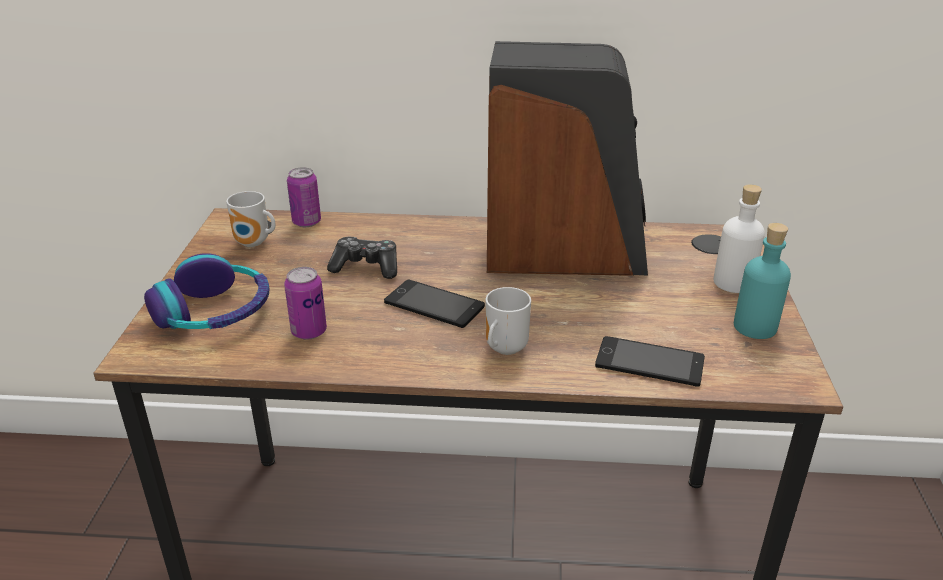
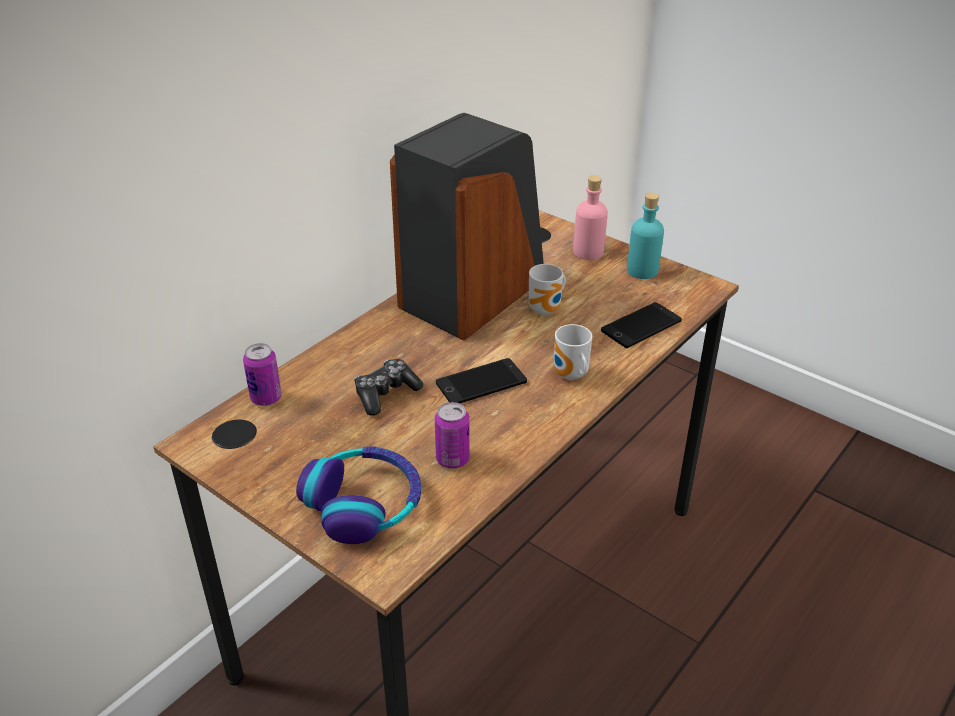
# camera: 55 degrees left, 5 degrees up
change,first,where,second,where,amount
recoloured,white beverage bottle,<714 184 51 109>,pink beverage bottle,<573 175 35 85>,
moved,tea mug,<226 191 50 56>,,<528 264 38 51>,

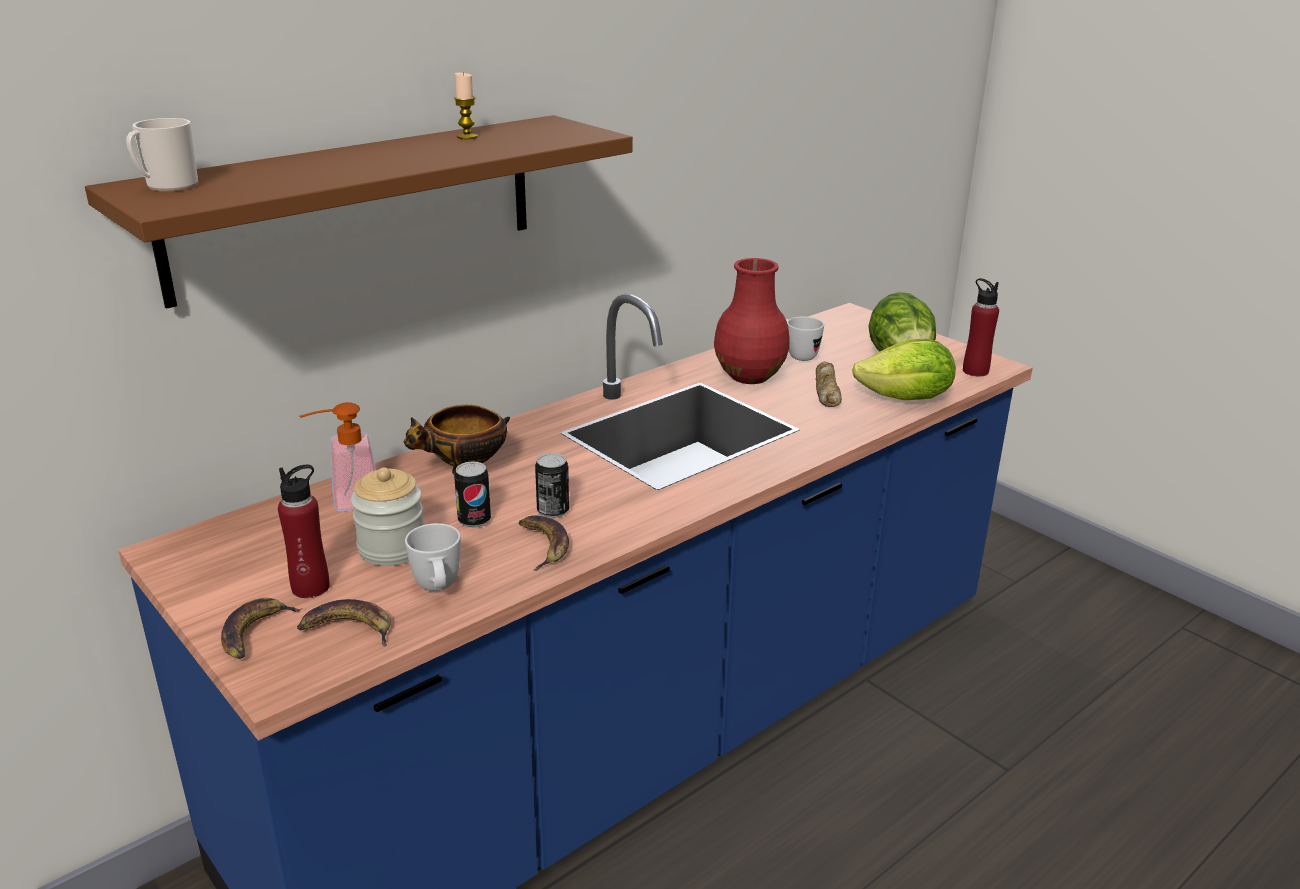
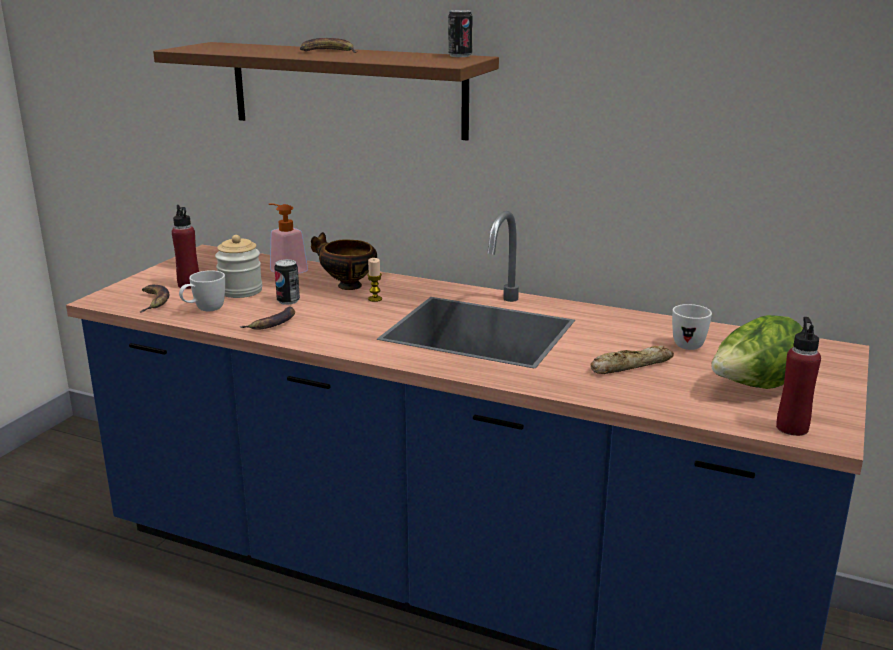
# camera: 65 degrees right, 5 degrees down
change,first,where,second,where,amount
moved,candle,<454 72 24 67>,,<367 258 15 44>,
removed,tea mug,<126 118 72 74>,,,
removed,reddish flower vase,<714 258 76 126>,,,
removed,lettuce head,<852 339 104 61>,,,
moved,sealed can,<535 453 34 65>,,<448 10 25 47>,
moved,whole banana,<221 598 82 61>,,<300 38 57 15>,

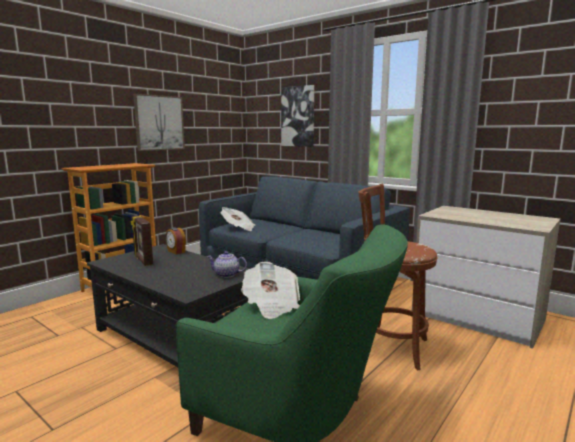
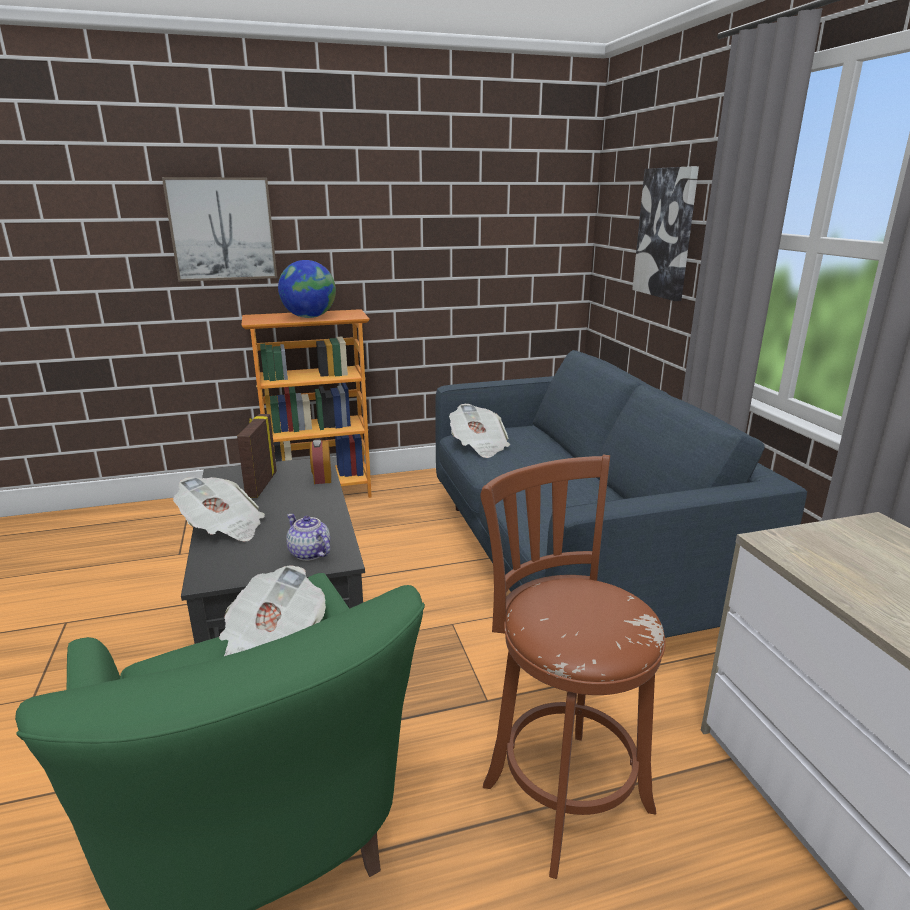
# camera: 35 degrees right, 10 degrees up
change,first,where,second,where,amount
moved,wall picture,<133 94 52 57>,,<162 177 115 105>,
added,,,desk globe,<278 260 58 58>,
added,,,newspaper,<173 477 92 65>,

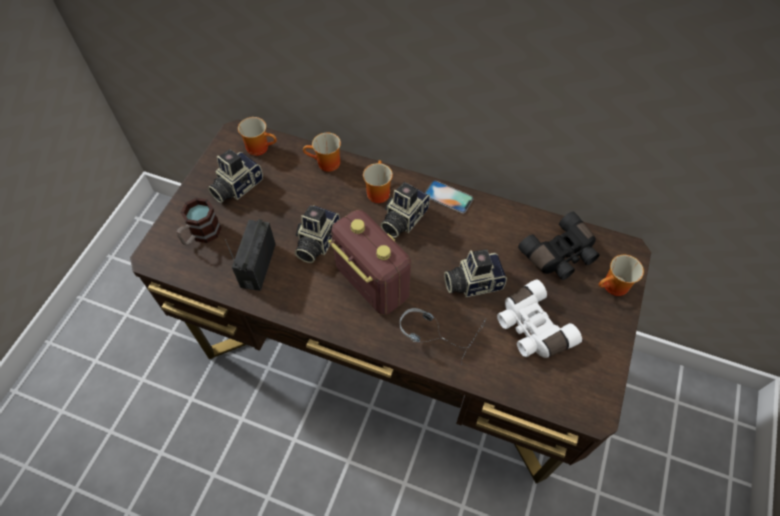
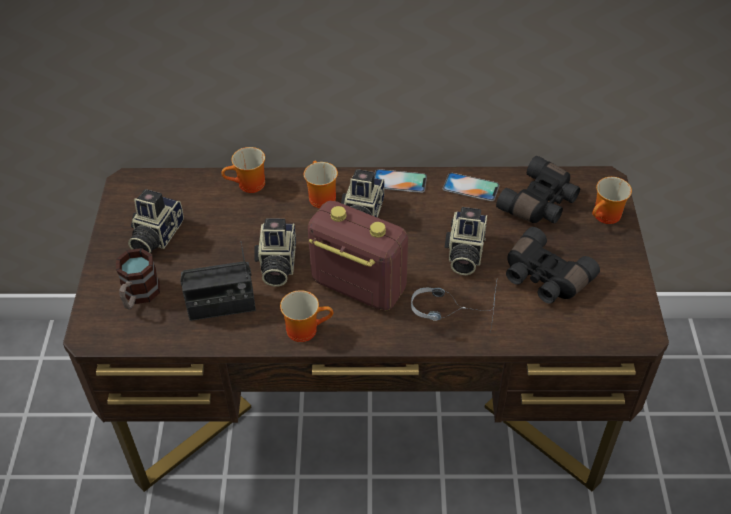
# camera: 20 degrees left, 10 degrees down
change,first,where,second,where,amount
moved,tea mug,<238 117 39 39>,,<280 290 53 52>,
turned,radio,<225 219 51 72>,,<180 241 76 80>,90 degrees counterclockwise
turned,still camera,<444 249 63 48>,,<445 207 42 68>,45 degrees counterclockwise
recoloured,white binoculars,<497 279 85 79>,black binoculars,<506 227 94 77>,
added,,,telephone,<443 173 57 28>,

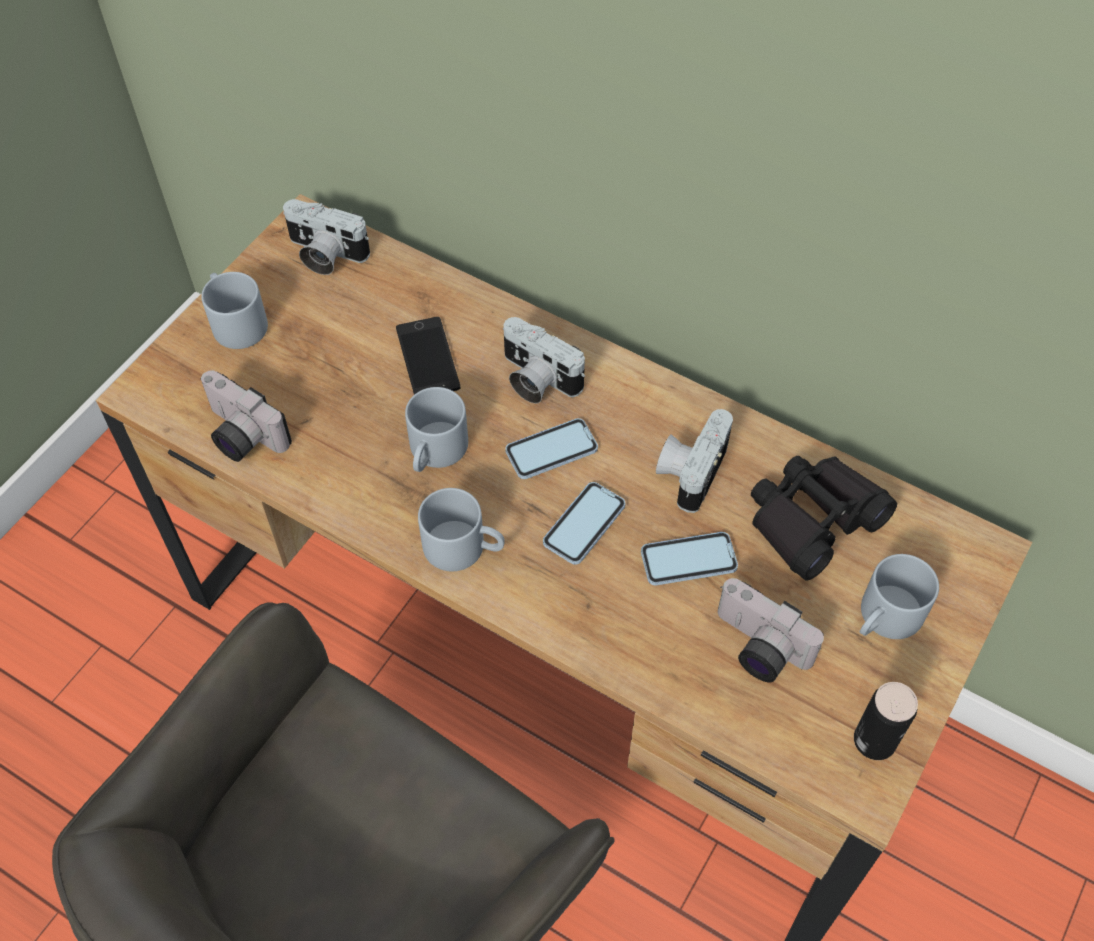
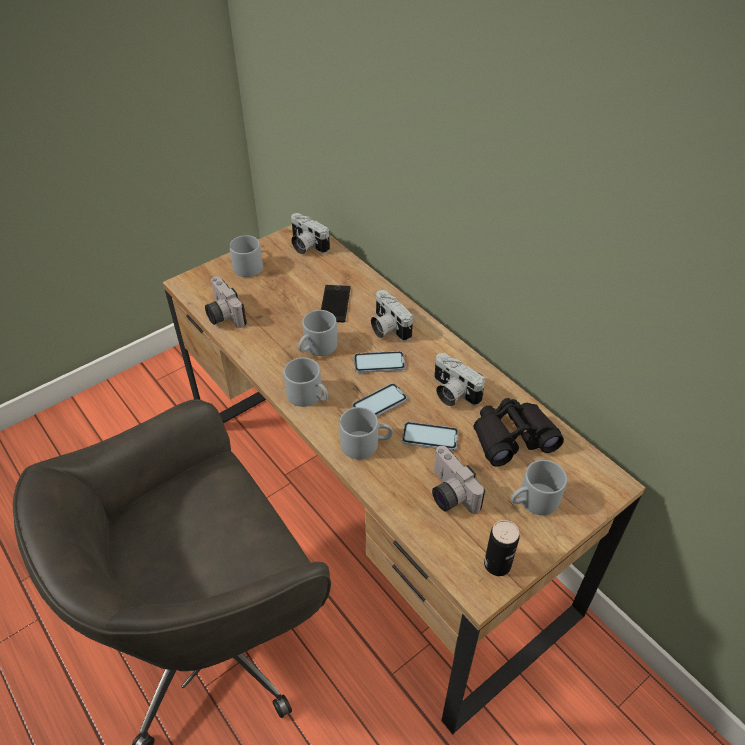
# camera: 20 degrees right, 10 degrees down
change,first,where,second,where,amount
turned,still camera,<656 409 77 104>,,<434 353 51 54>,90 degrees counterclockwise
added,,,gray tea mug,<339 407 54 52>,

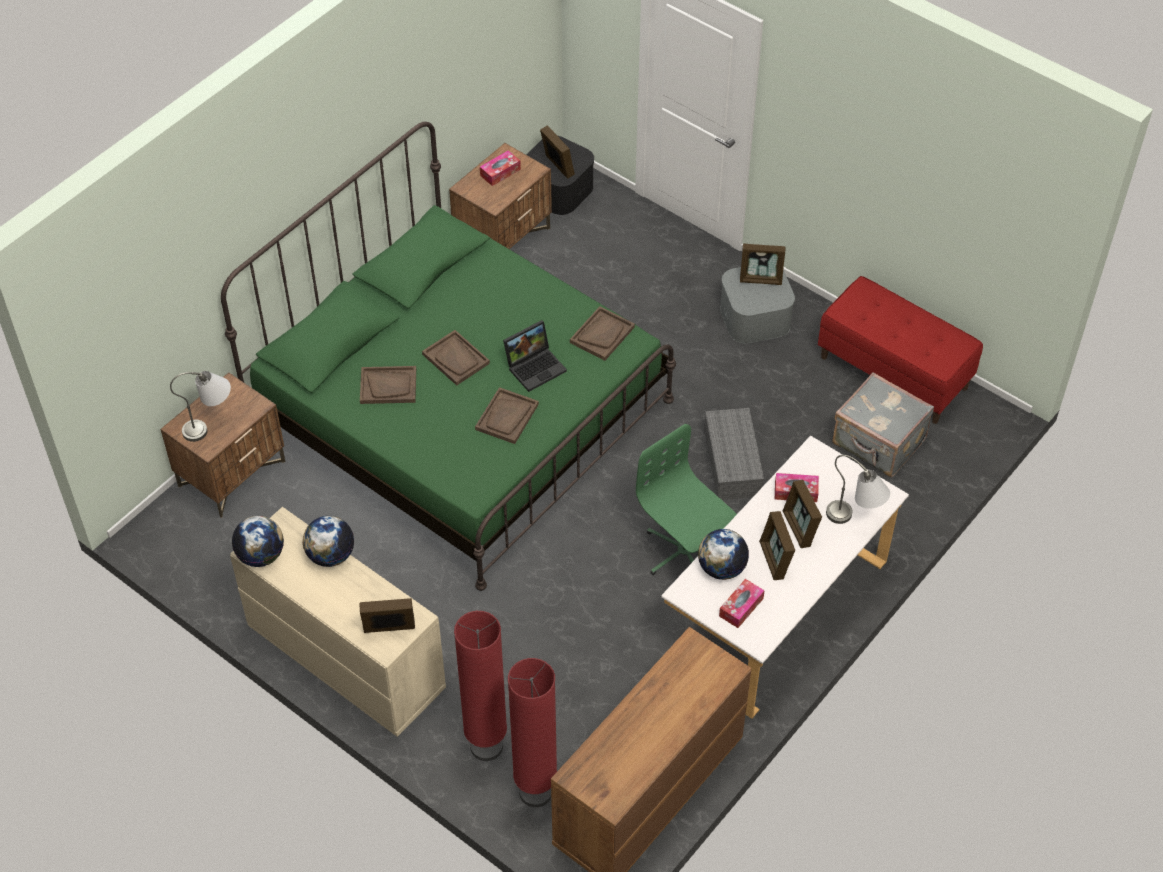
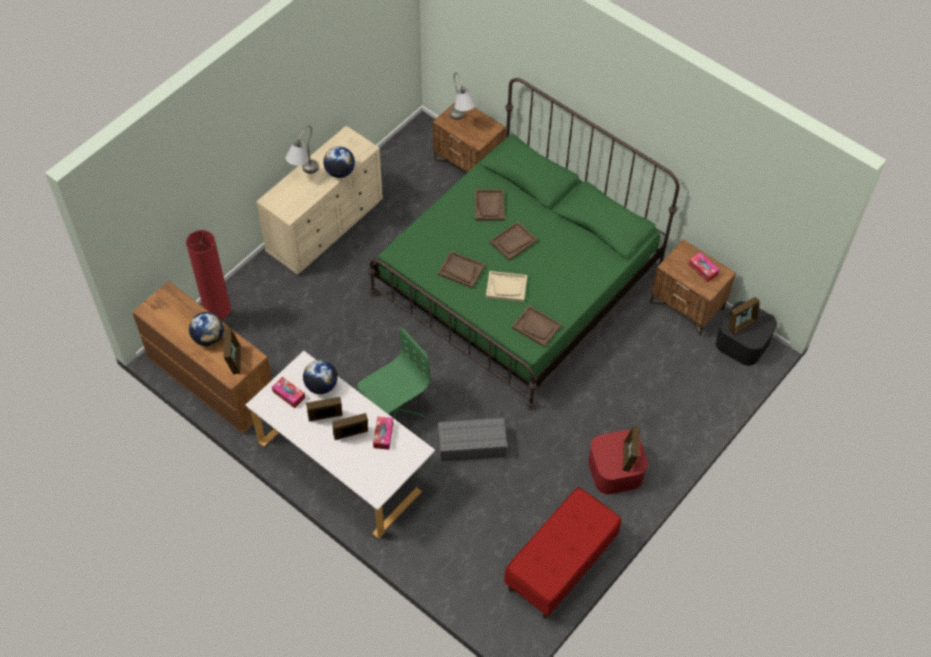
# camera: 90 degrees right, 5 degrees up
change,first,where,second,where,amount
recoloured,gray storage box,<720 267 75 76>,reddish storage box,<588 430 60 64>,
replaced,portable computer,<503 320 64 72>,beige tray,<486 271 41 31>,
removed,gray suitcase,<832 373 102 104>,,,
moved,gray lamp for a table,<826 455 64 69>,,<285 126 34 48>,
moved,desk globe,<232 516 52 51>,,<189 312 35 34>,
moved,photo frame,<359 598 56 35>,,<223 328 18 46>,
removed,reddish floor lamp,<454 611 53 150>,,,

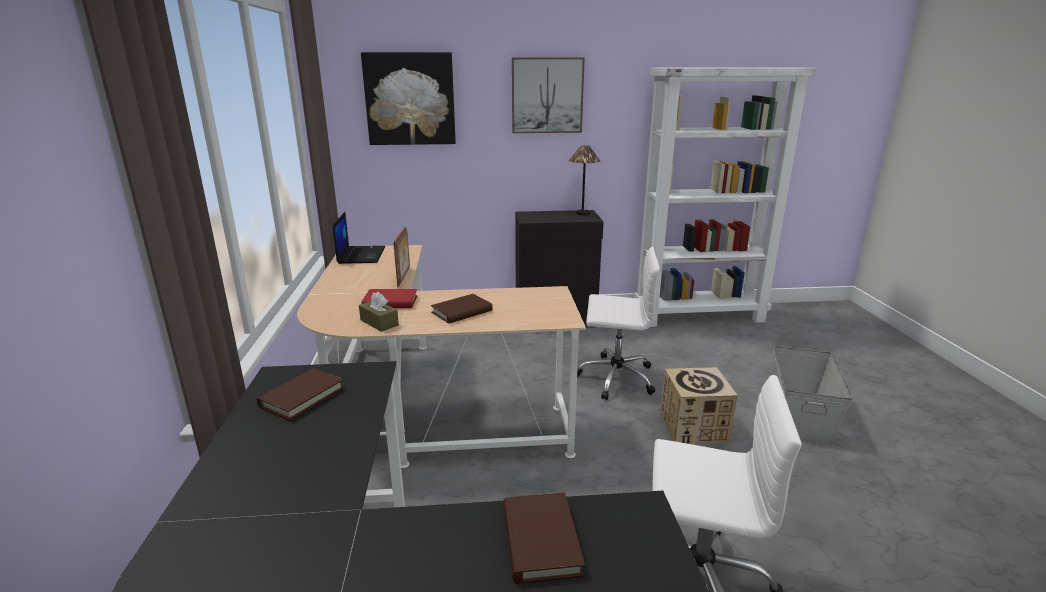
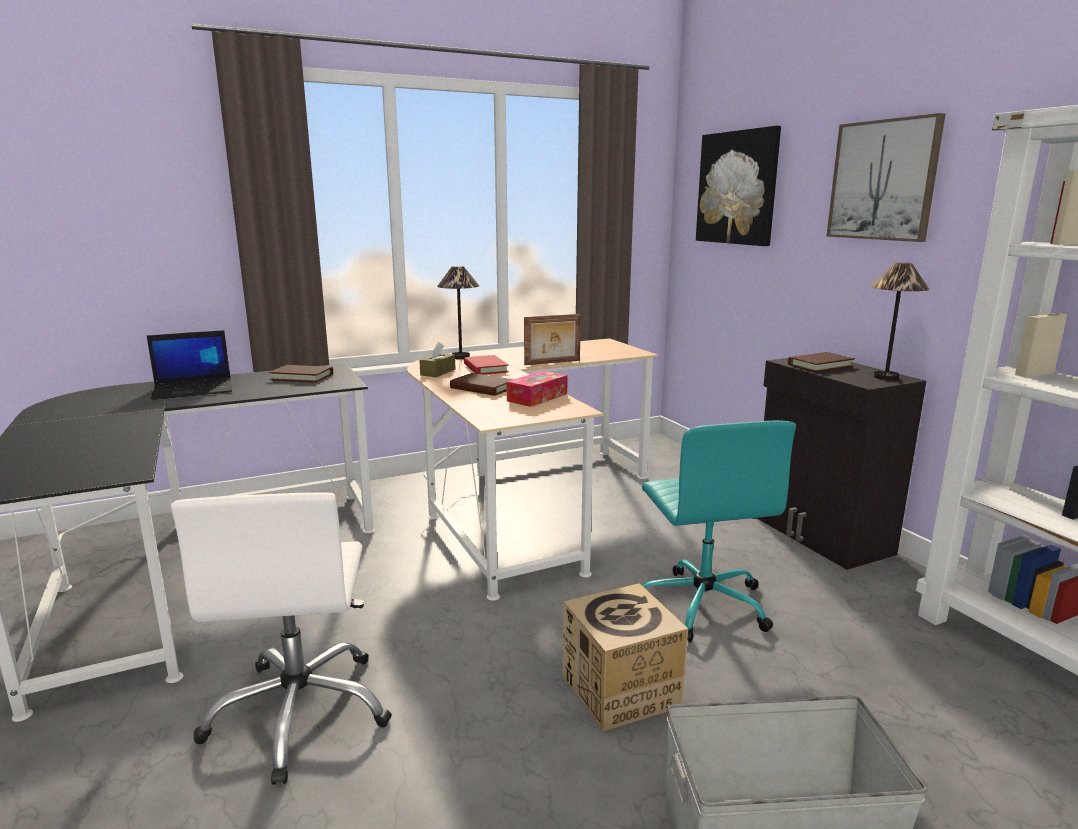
# camera: 70 degrees right, 5 degrees down
change,first,where,second,where,amount
moved,portable computer,<333 212 52 52>,,<147 330 85 70>,
recoloured,white computer chair,<577 247 83 153>,blue-green computer chair,<642 420 154 223>,
moved,brown-coloured bound book,<503 492 82 92>,,<788 352 67 20>,
added,,,lamp for a table,<437 266 42 93>,
added,,,tissue holder,<506 371 62 36>,

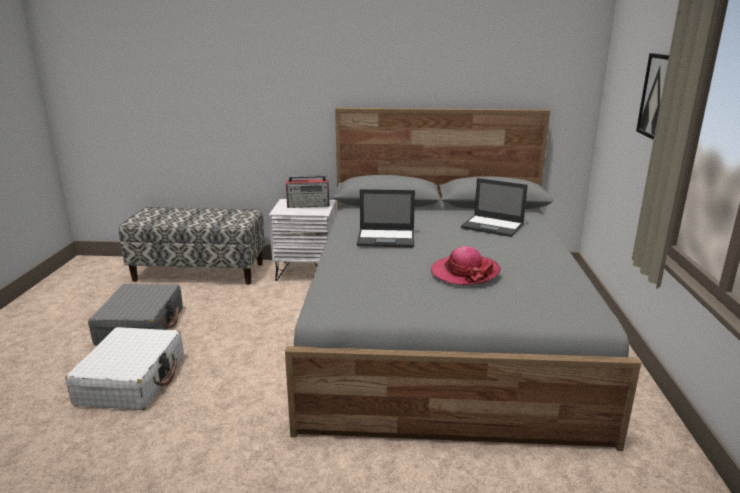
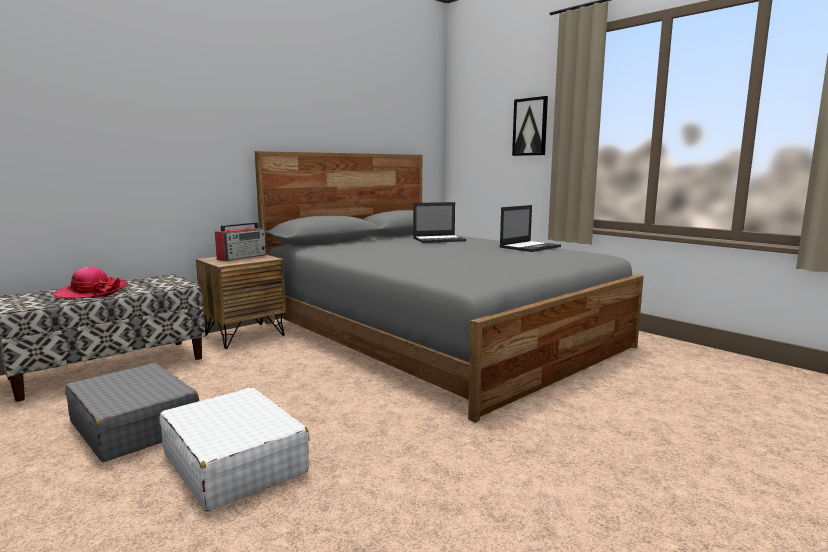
# camera: 45 degrees left, 10 degrees down
change,first,where,second,where,amount
moved,portable computer,<357 189 58 59>,,<499 205 62 47>,
recoloured,white night table,<269 199 67 82>,brown-coloured night table,<196 255 90 94>,
moved,hat,<431 246 70 39>,,<53 267 75 32>,

